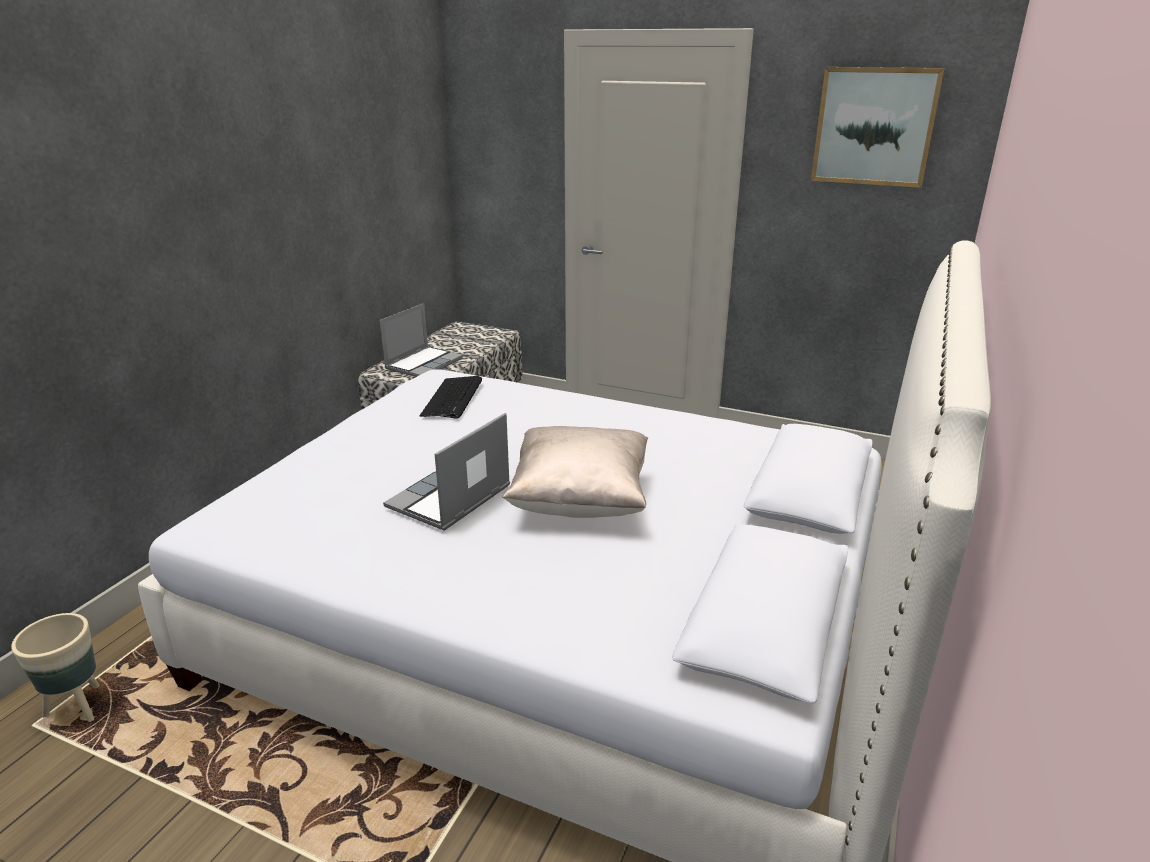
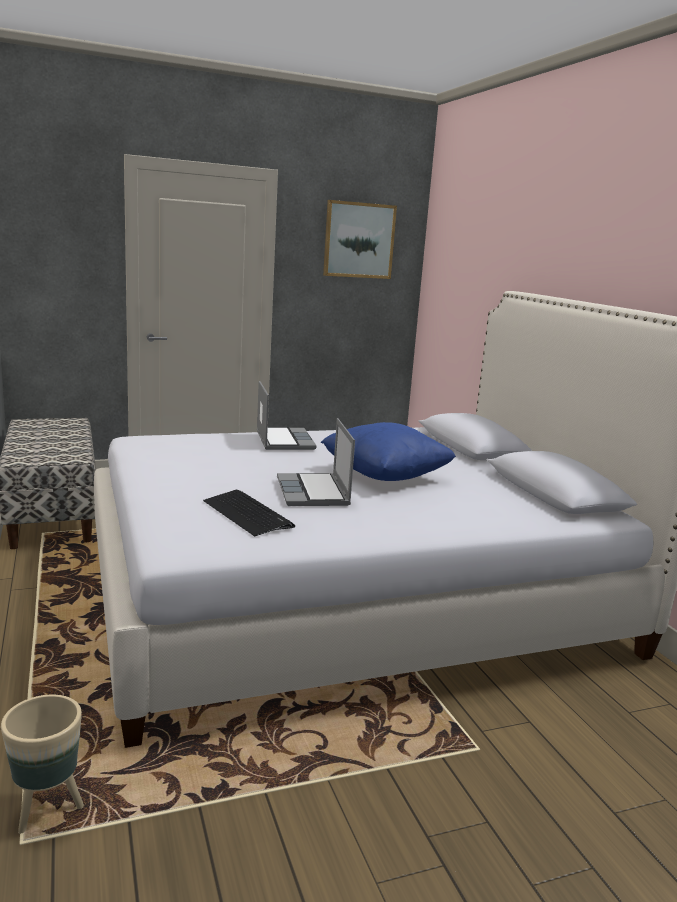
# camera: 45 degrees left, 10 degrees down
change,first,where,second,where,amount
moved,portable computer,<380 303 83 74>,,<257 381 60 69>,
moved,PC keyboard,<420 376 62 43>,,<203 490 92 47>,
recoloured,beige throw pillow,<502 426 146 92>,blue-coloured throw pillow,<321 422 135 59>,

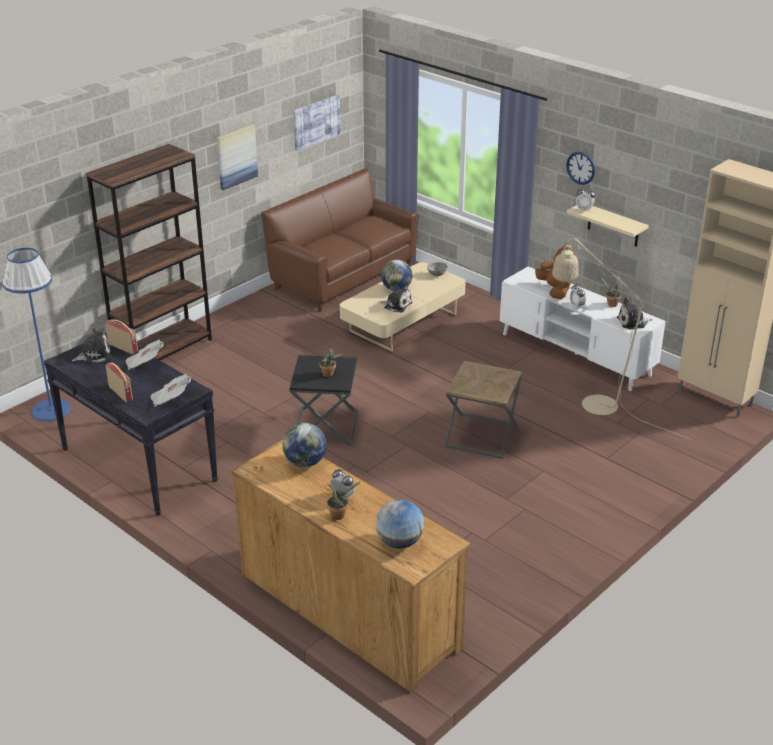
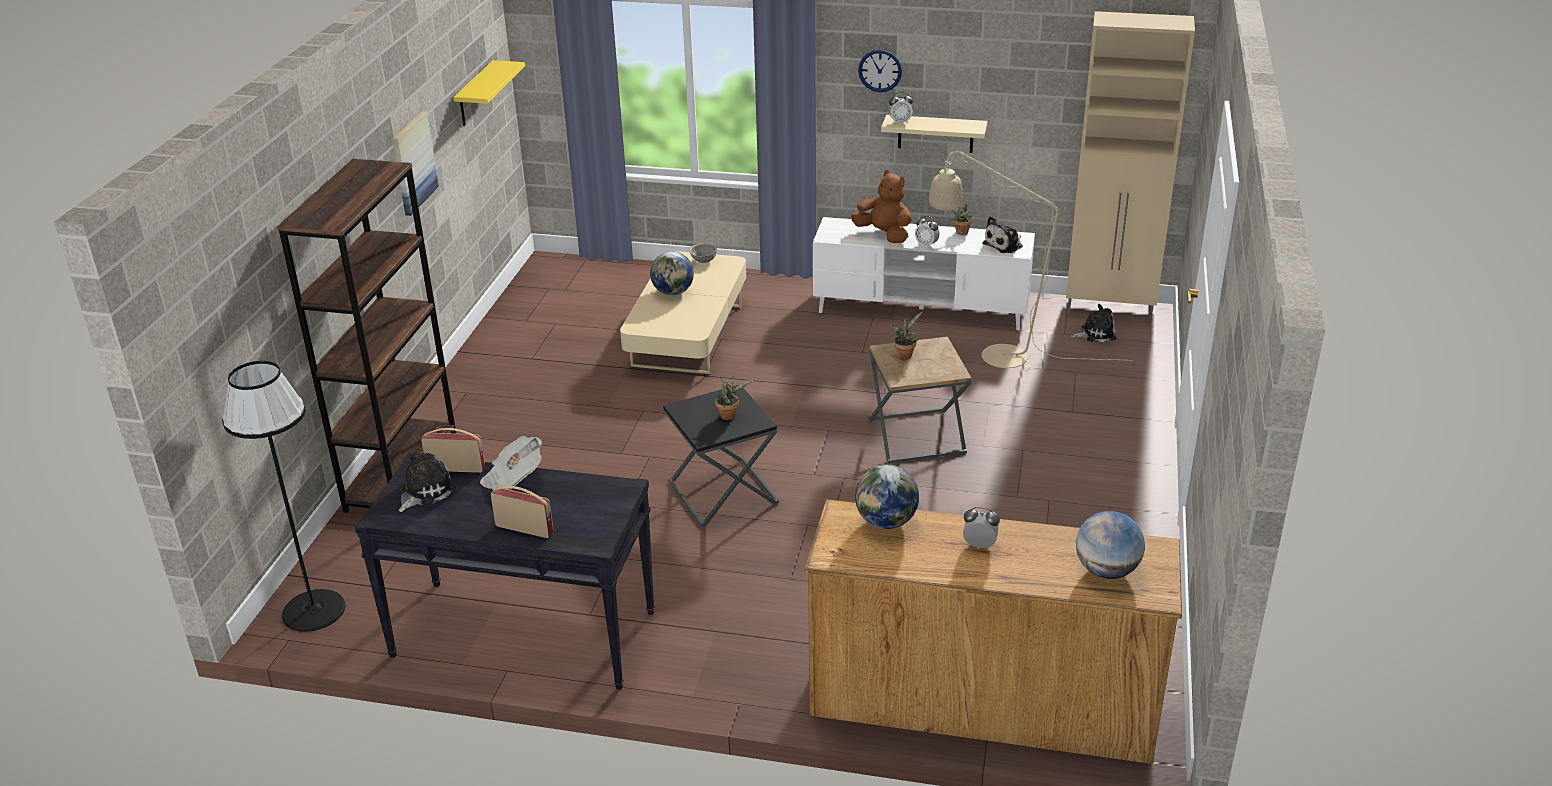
# camera: 30 degrees left, 0 degrees up
change,first,where,second,where,amount
replaced,wall picture,<293 95 48 56>,yellowish shelf,<453 60 72 66>,
removed,brown-coloured couch,<261 168 158 144>,,,
recoloured,blue-coloured floor lamp,<2 248 69 173>,black floor lamp,<222 361 124 271>,
moved,plush toy,<378 285 34 27>,,<1071 304 45 38>,
removed,newspaper,<150 374 41 33>,,,
moved,potted plant,<327 481 34 39>,,<889 311 34 49>,

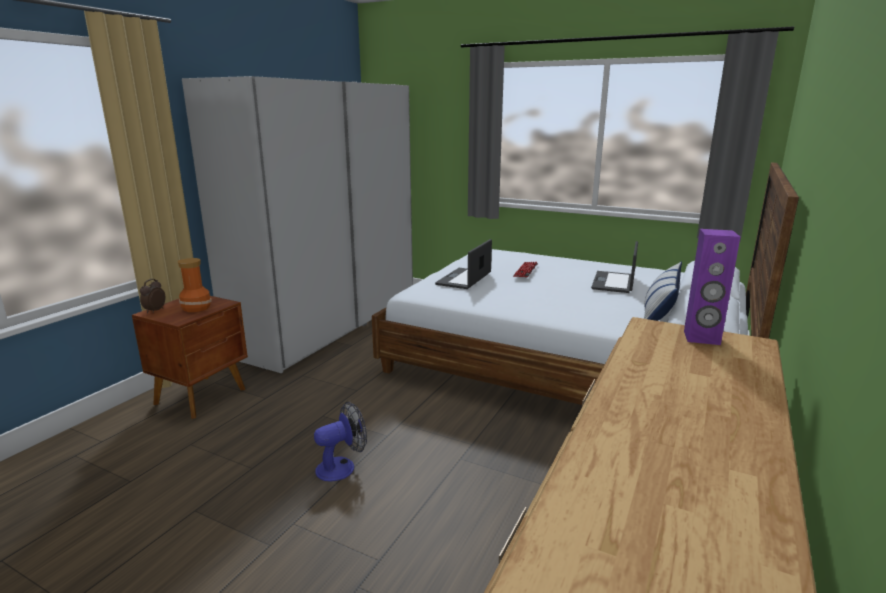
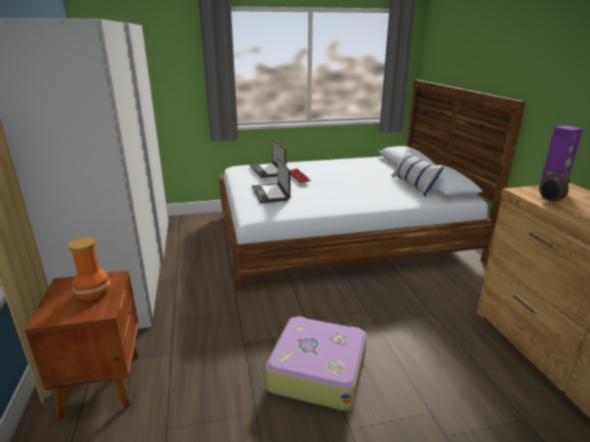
# camera: 40 degrees left, 5 degrees up
change,first,where,second,where,amount
moved,portable computer,<591 241 47 52>,,<250 140 36 38>,
moved,alarm clock,<140 279 26 34>,,<540 169 30 36>,
replaced,electric fan,<314 402 53 80>,suitcase,<265 316 102 95>,

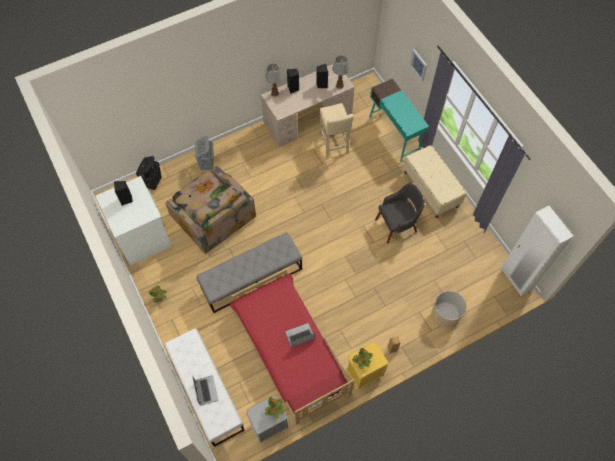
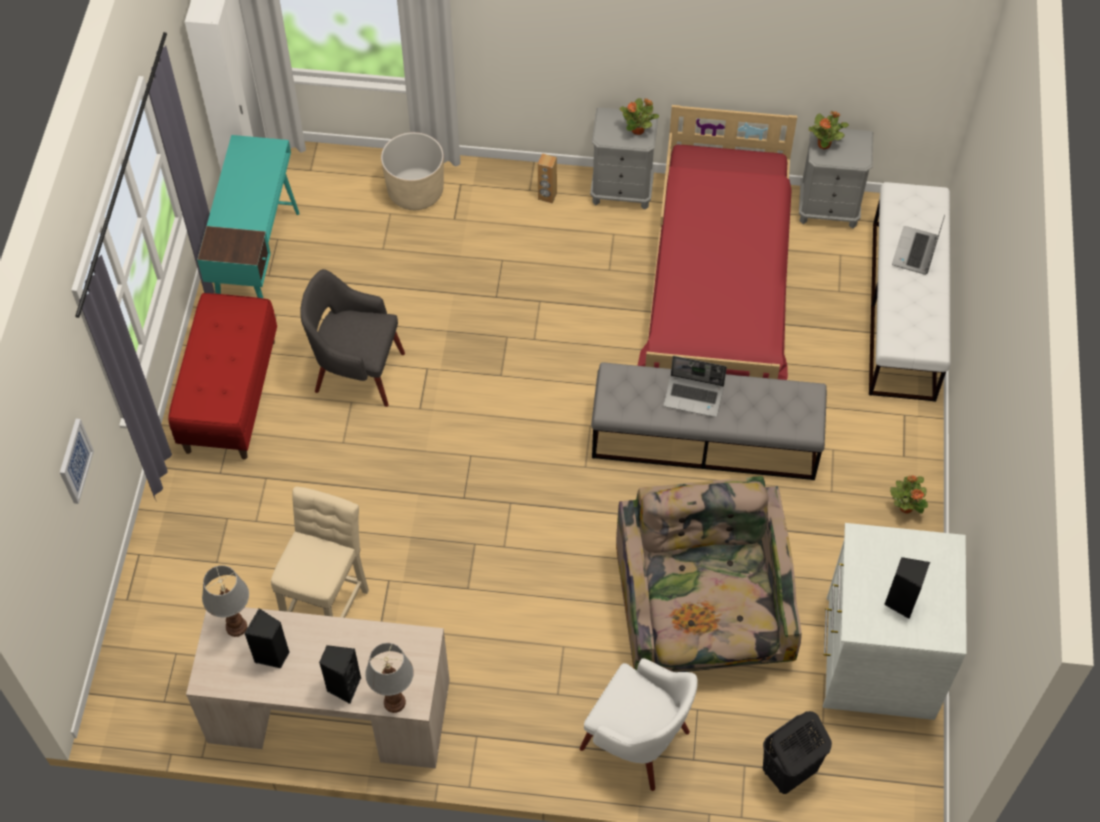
# camera: 145 degrees left, 5 degrees down
change,first,where,second,where,amount
moved,blue-green desk unit,<369 78 60 84>,,<197 135 103 164>,
replaced,gray hamper,<195 136 19 34>,white lounge chair,<580 658 118 133>,
recoloured,beige bench,<403 145 63 73>,reddish bench,<168 293 109 166>,
moved,portable computer,<285 323 30 25>,,<663 356 64 61>,
recoloured,yellowish night table,<346 342 43 48>,gray night table,<590 107 69 103>,

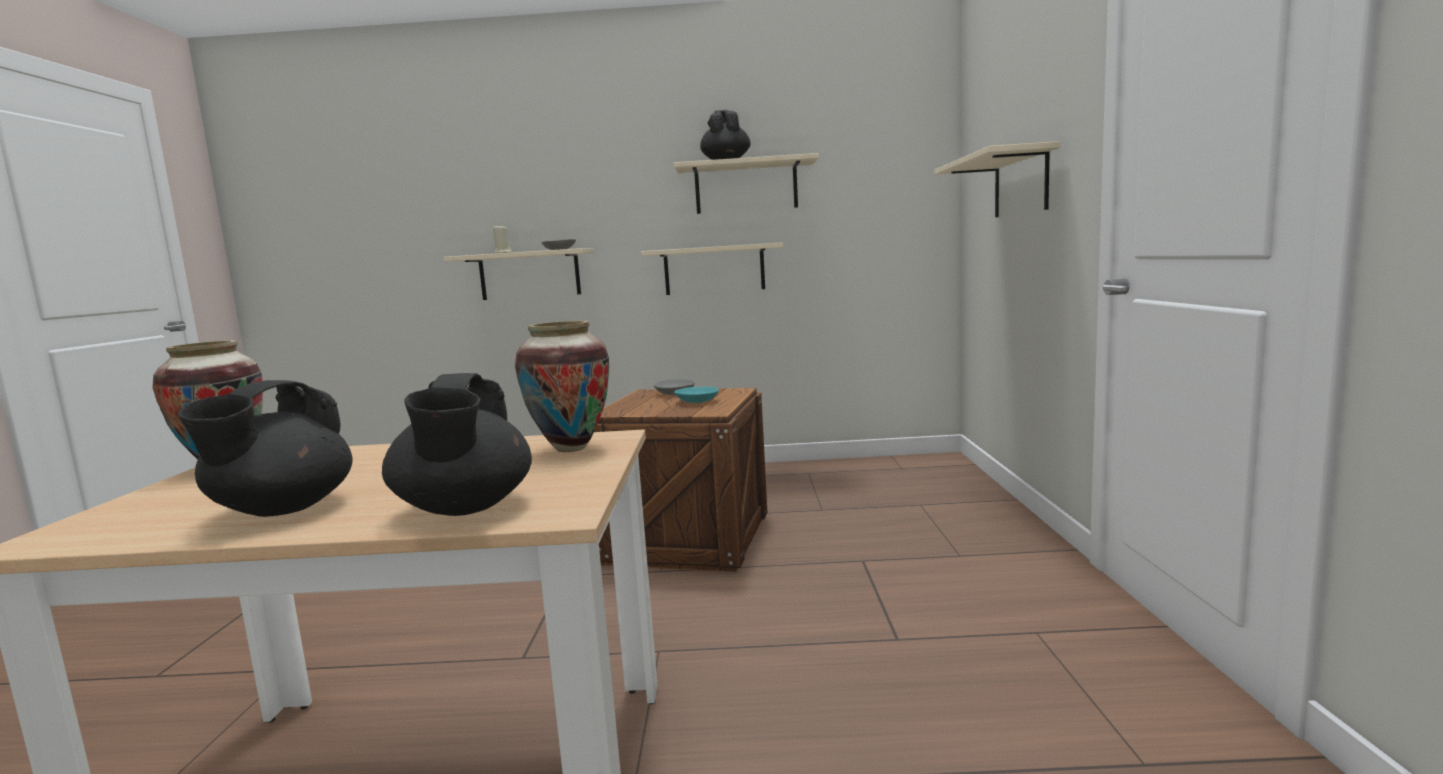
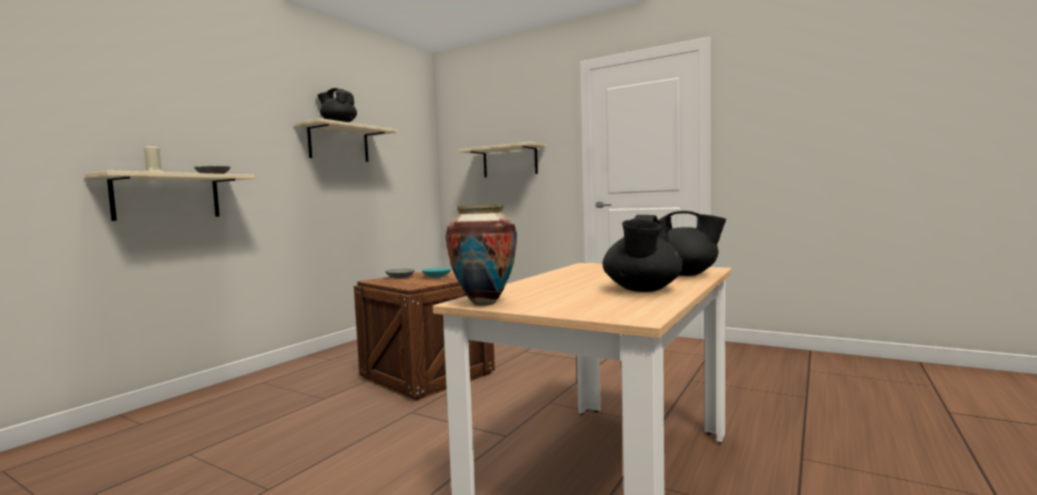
# camera: 60 degrees left, 5 degrees down
change,first,where,second,where,amount
removed,beige shelf,<641 242 142 53>,,,
removed,flower vase,<515 321 94 131>,,,
turned,black teapot,<178 380 174 137>,,<602 215 81 77>,60 degrees clockwise

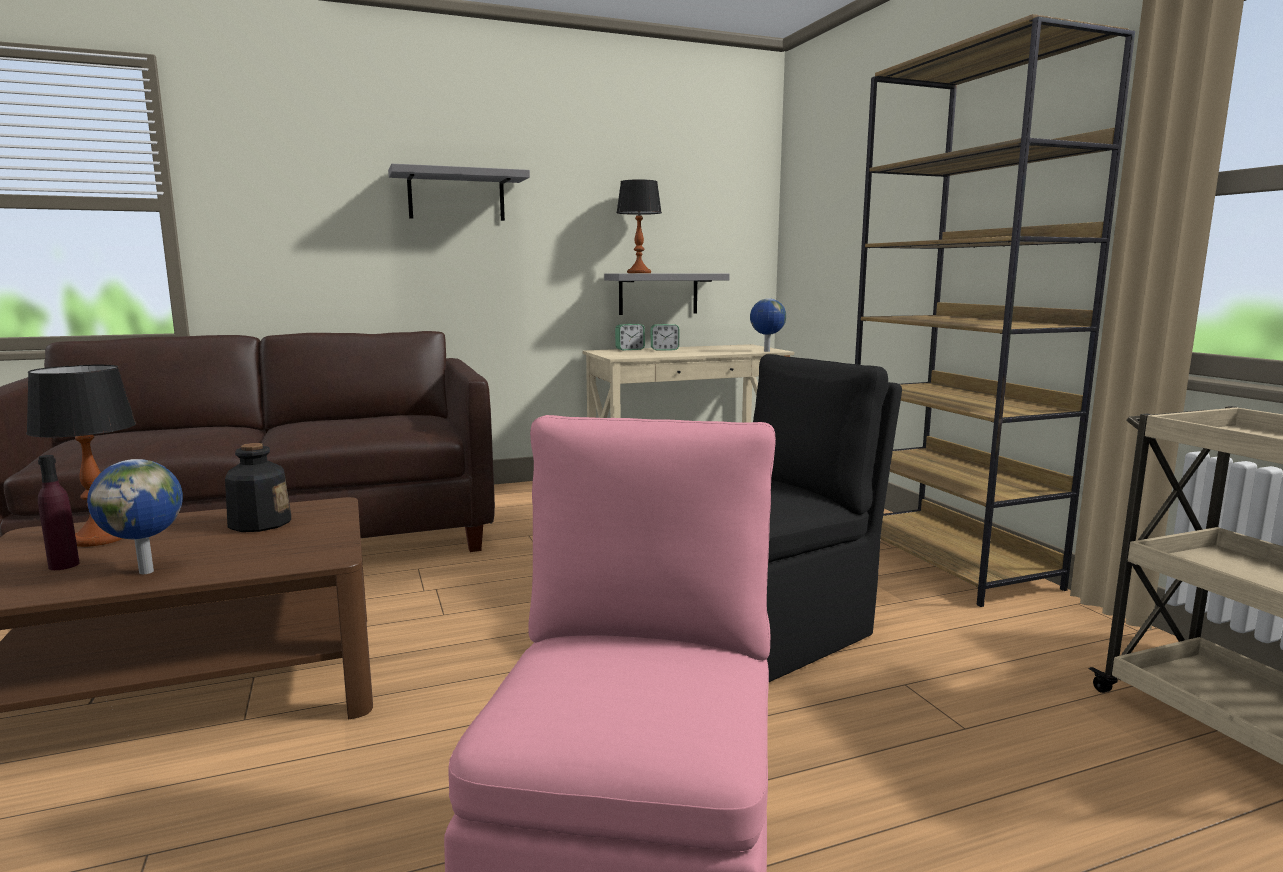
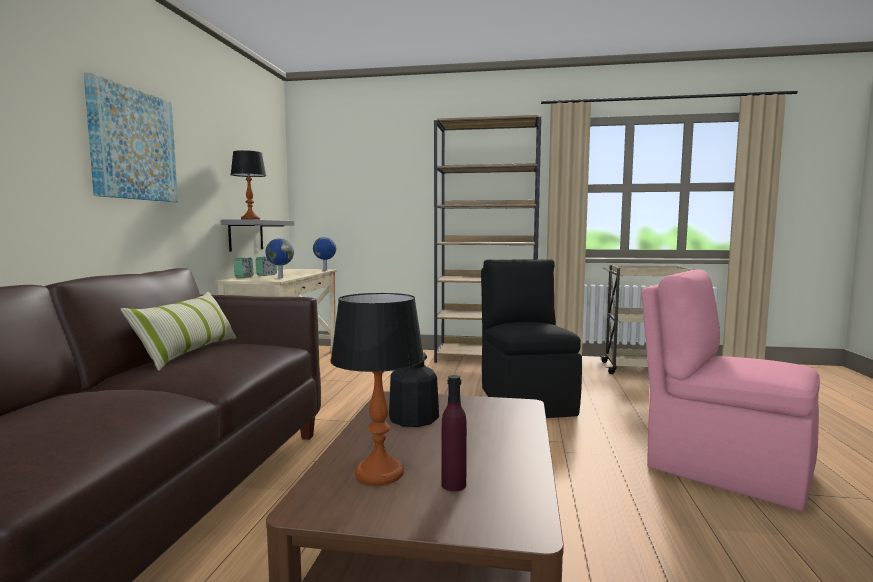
# camera: 60 degrees left, 5 degrees down
change,first,where,second,where,amount
replaced,gray shelf,<388 164 142 57>,wall picture,<84 72 94 130>,
moved,desk globe,<87 459 96 115>,,<265 238 29 40>,
added,,,throw pillow,<120 291 117 80>,

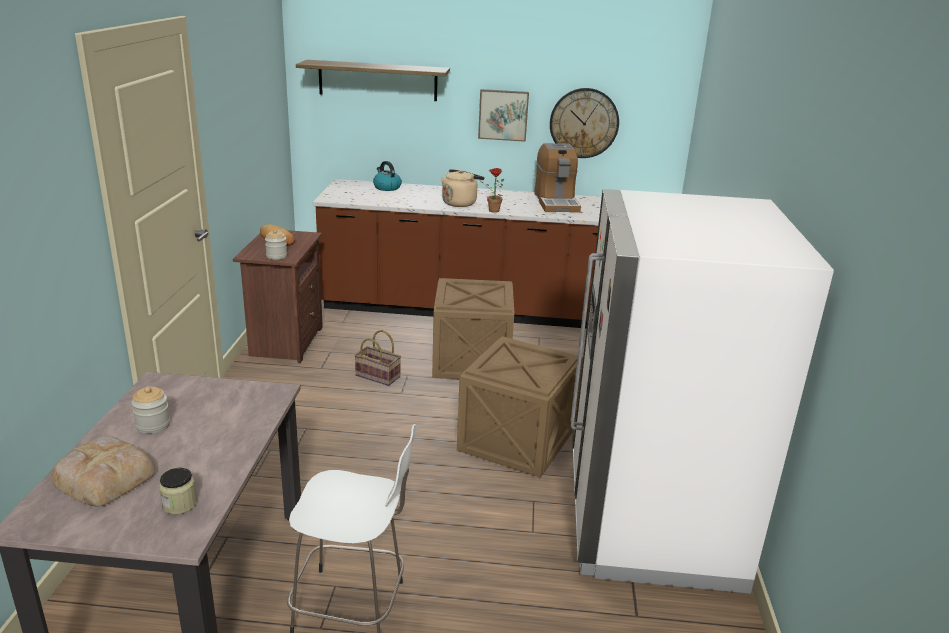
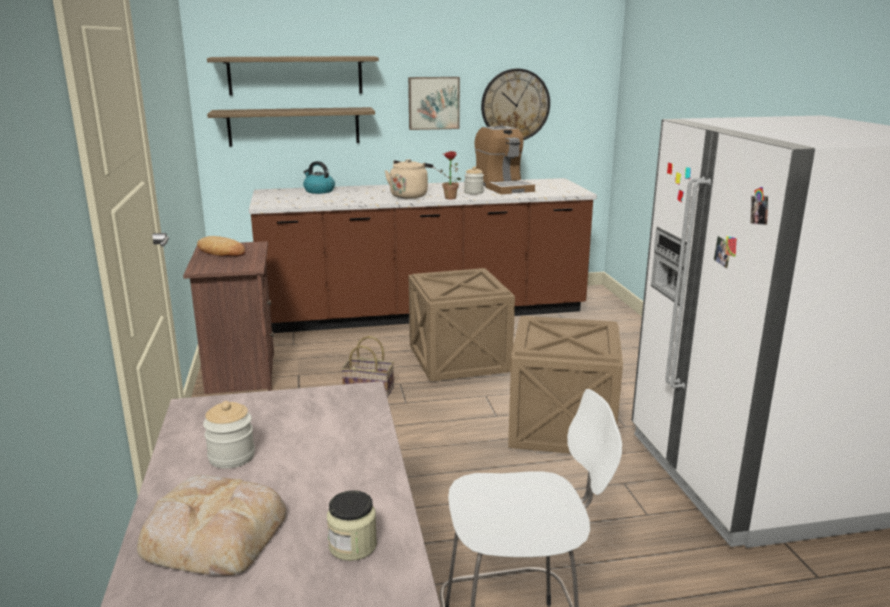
# camera: 15 degrees left, 5 degrees down
change,first,where,second,where,amount
moved,jar,<265 229 22 31>,,<464 166 20 29>,
added,,,shelf,<207 107 168 40>,

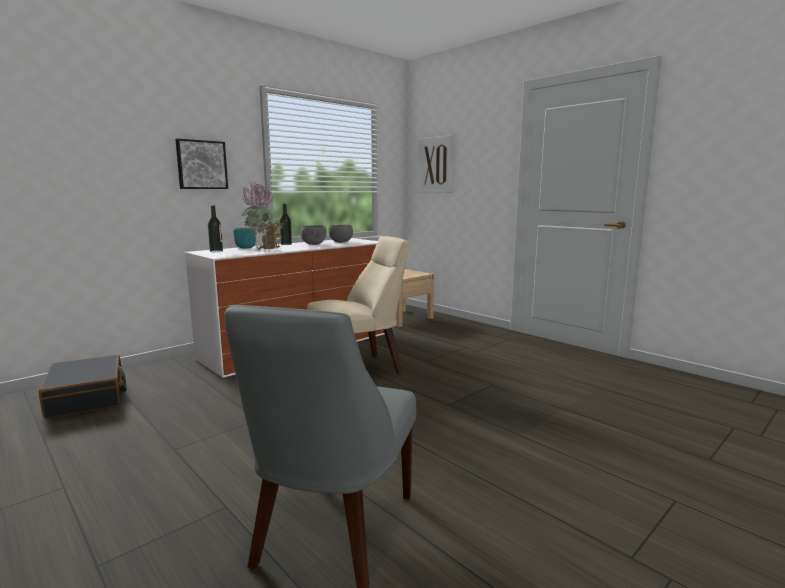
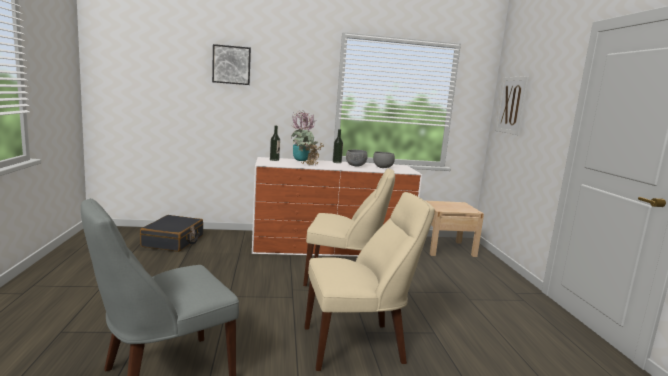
# camera: 35 degrees right, 0 degrees up
change,first,where,second,where,amount
moved,wall picture,<175 139 53 50>,,<212 44 39 41>,
added,,,beige upright chair,<304 192 131 179>,

